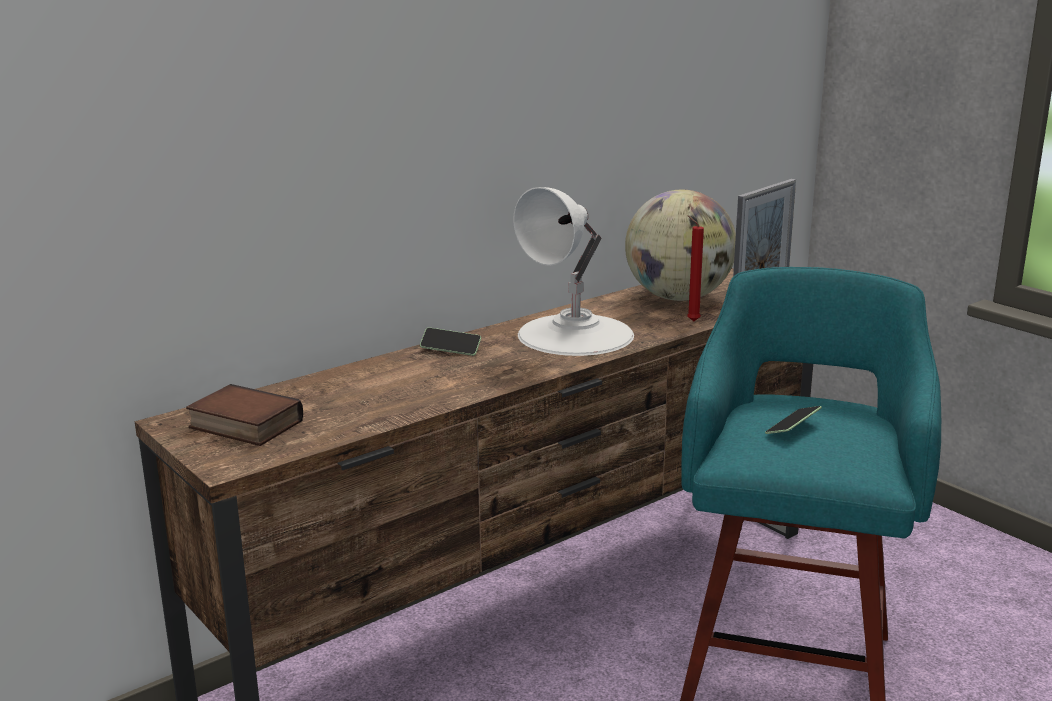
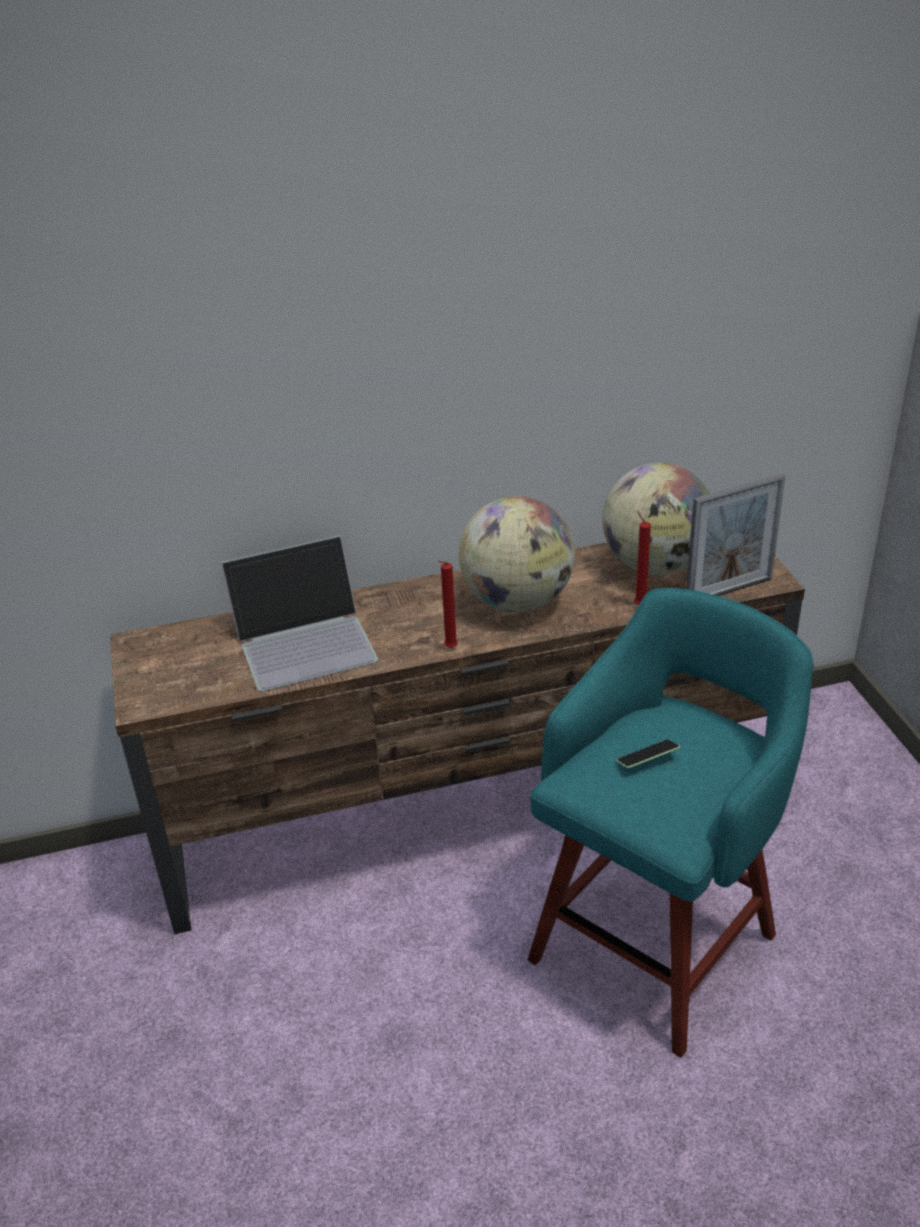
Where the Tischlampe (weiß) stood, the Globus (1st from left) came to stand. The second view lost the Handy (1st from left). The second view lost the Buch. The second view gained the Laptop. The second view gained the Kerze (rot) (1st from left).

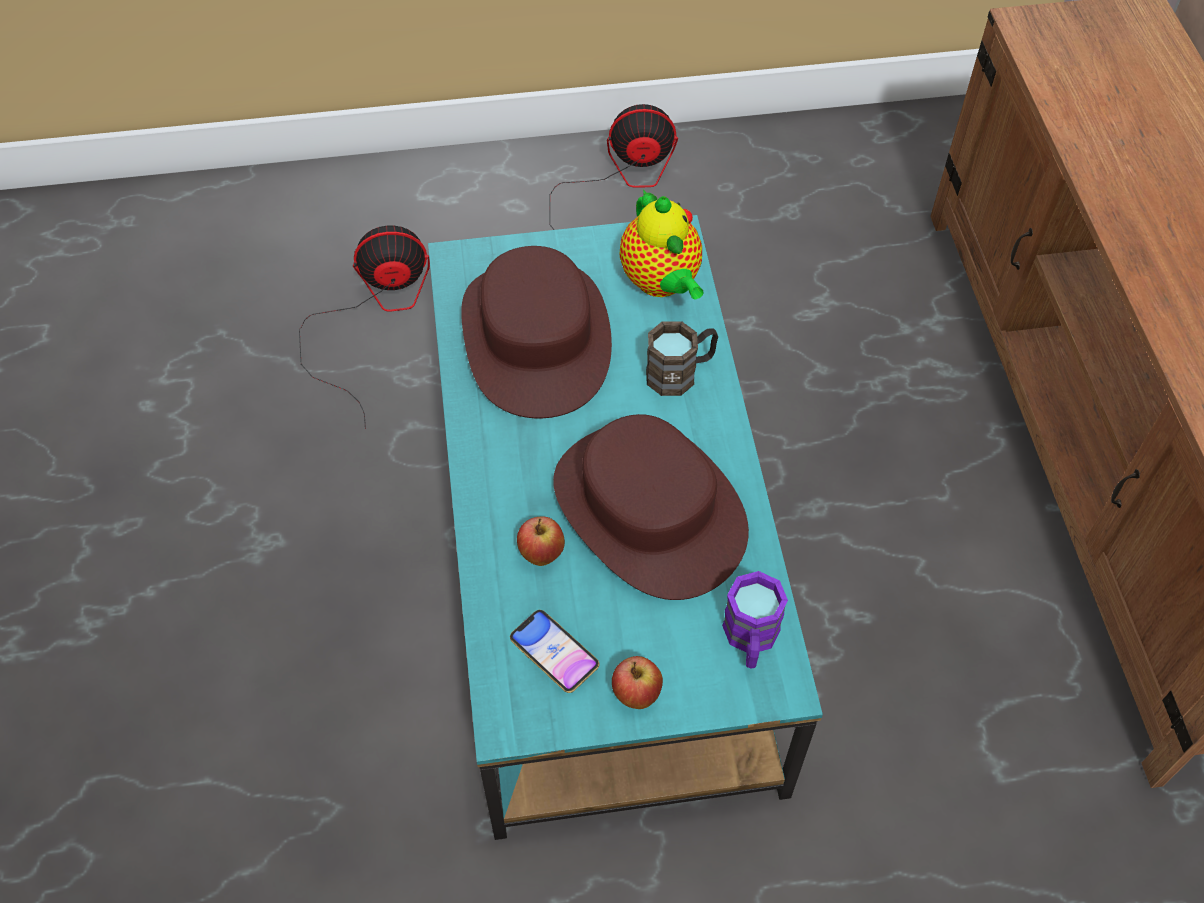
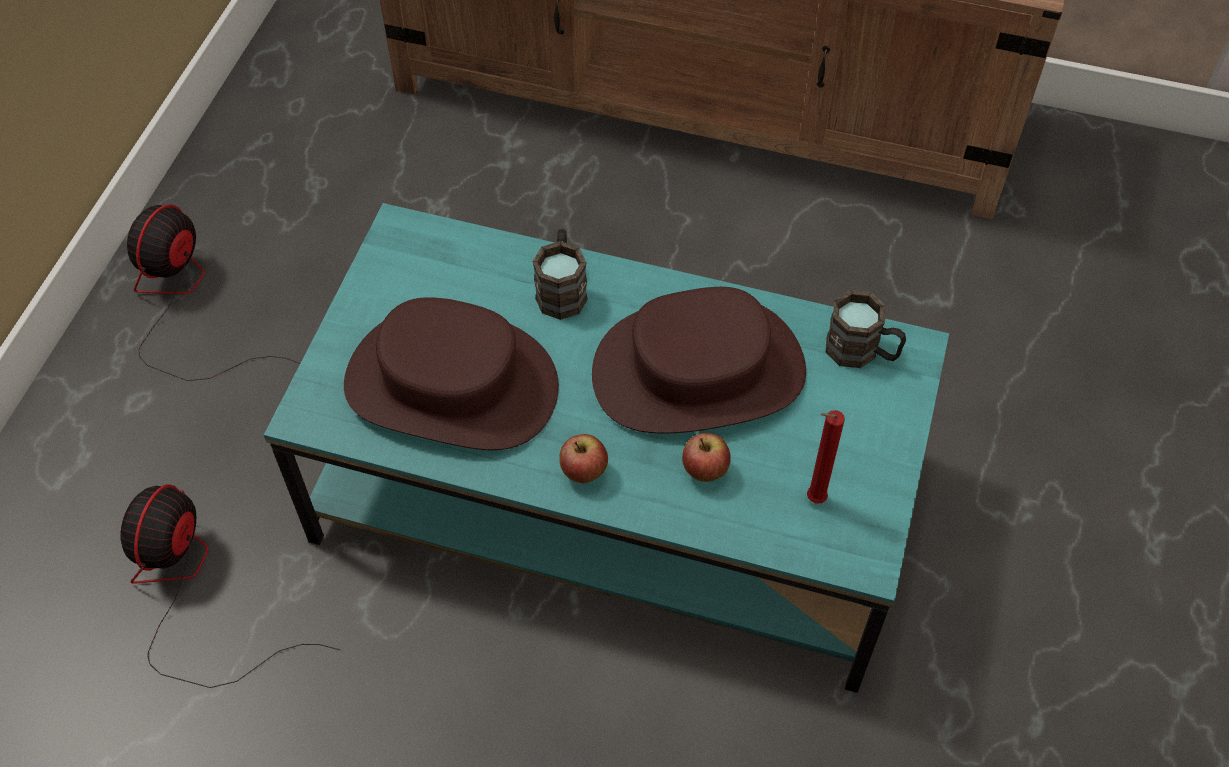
The second view lost the Teekanne. What was the Henkelbecher (lila) turned into the Henkelbecher (braun) (2nd from left). Where the Handy stood, the Kerze (rot) came to stand. The Apfel (2nd from left in the first image) ended up elsewhere.

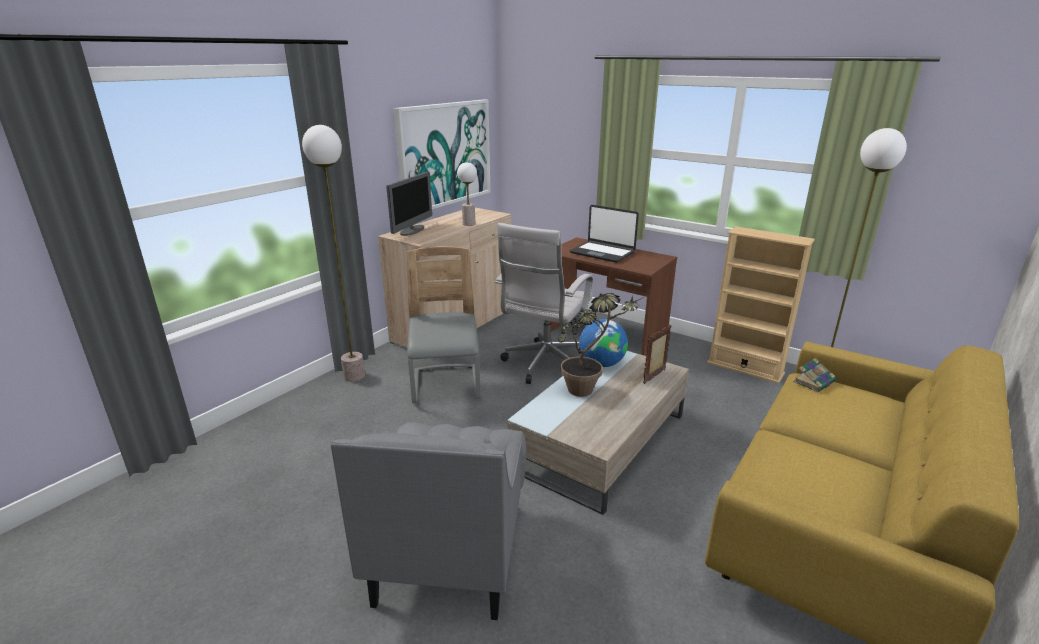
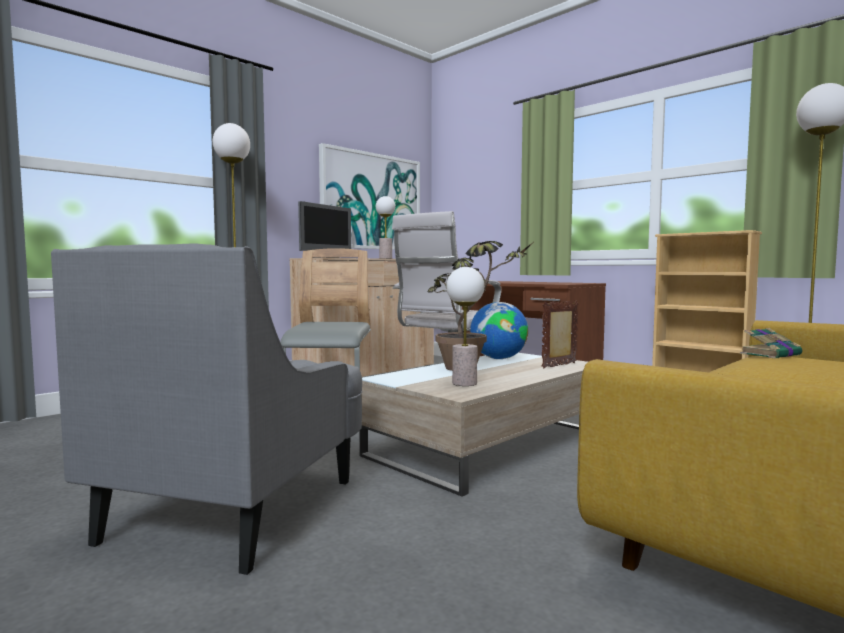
The second view lost the Laptop. The second view gained the Tischlampe (2nd from left).

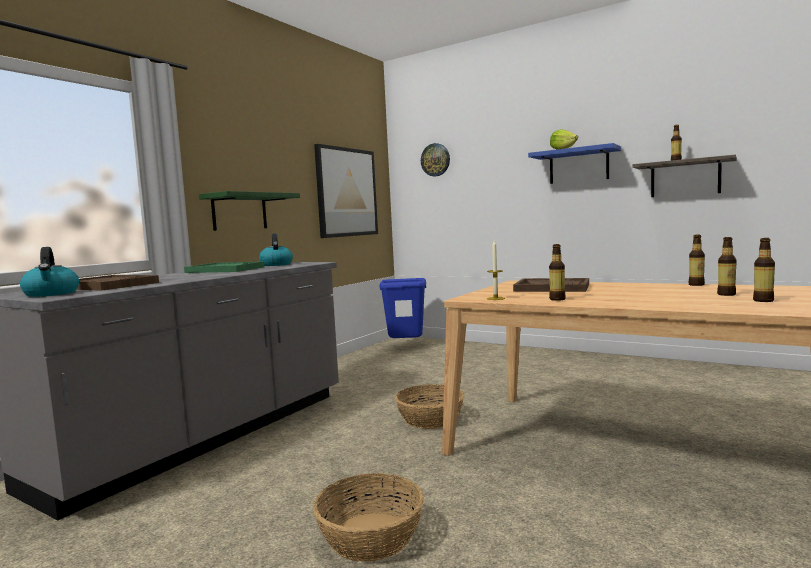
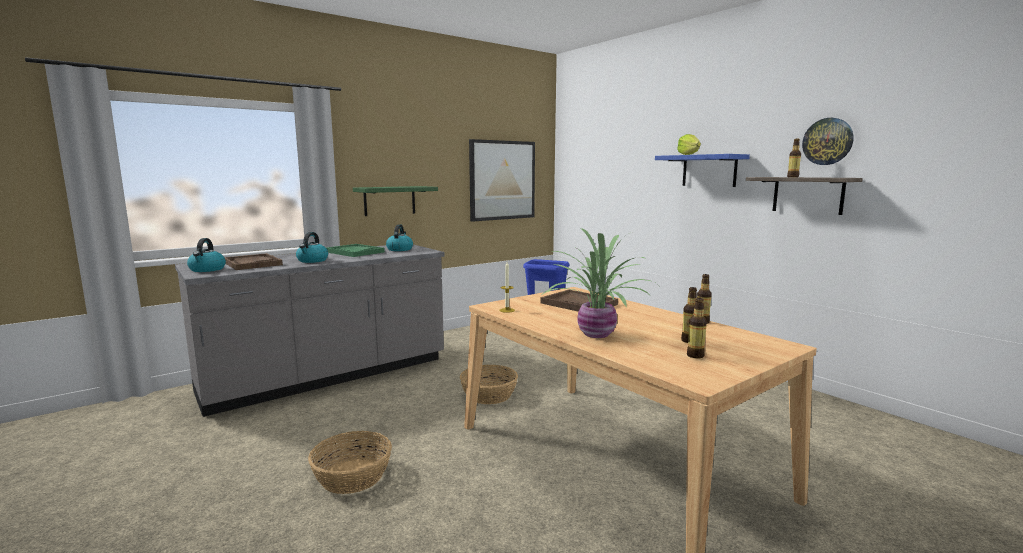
The Wanduhr ended up elsewhere. The second view lost the Flasche (1st from left). The second view gained the Topfpflanze. The second view gained the Wasserkessel (2nd from left).

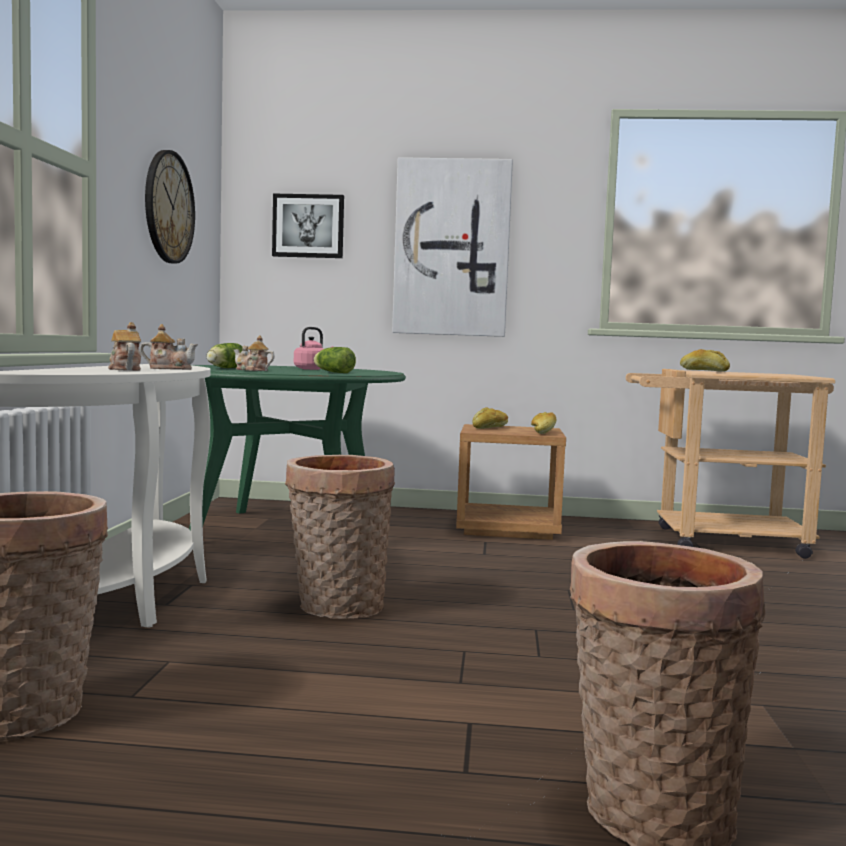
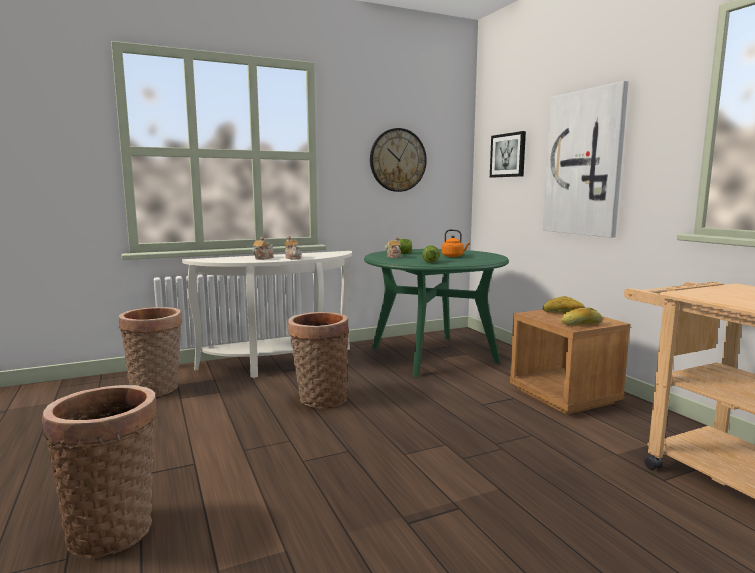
What was the Wasserkessel (rosa) turned into the Wasserkessel (orange). The second view lost the Brot (3rd from left).

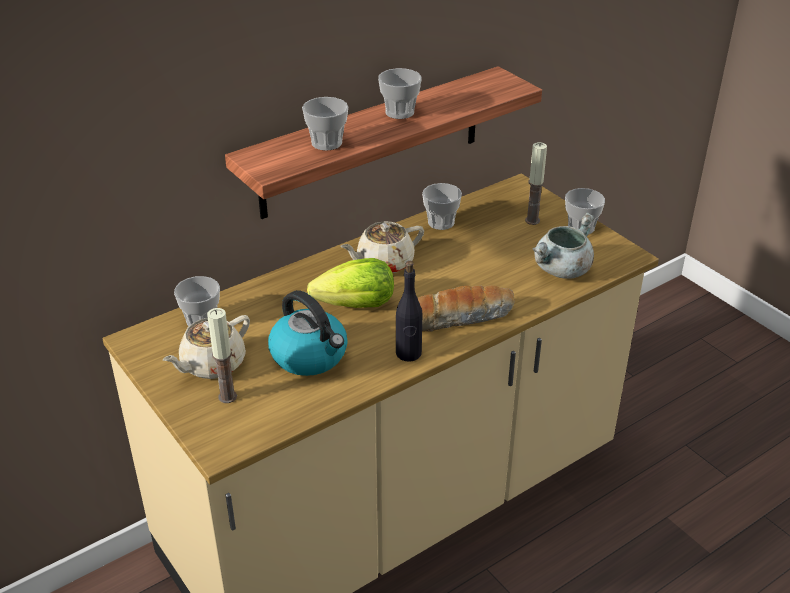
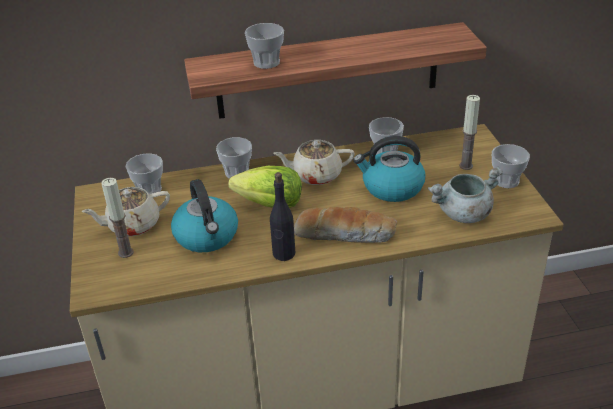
The Tasse (3rd from left in the first image) ended up elsewhere. The second view gained the Wasserkessel (2nd from left).

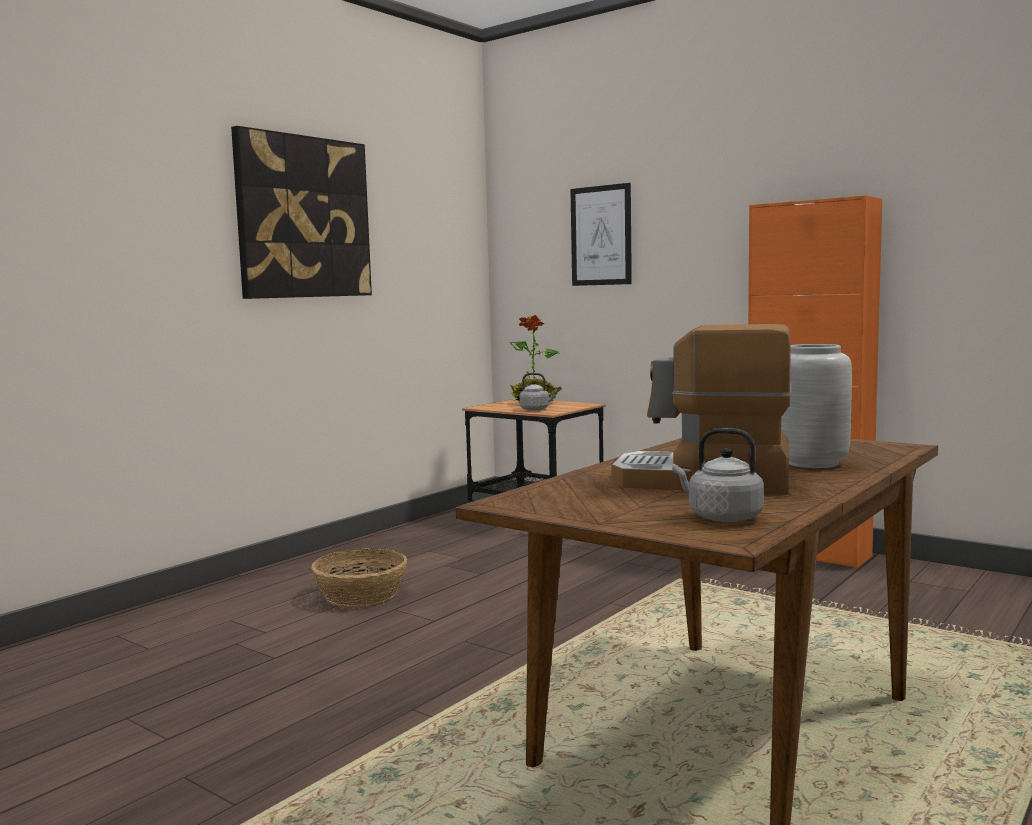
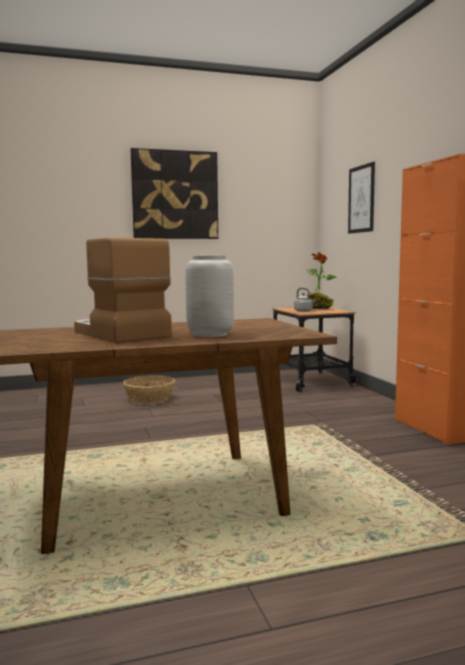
The second view lost the Wasserkessel (grau) (2nd from left).

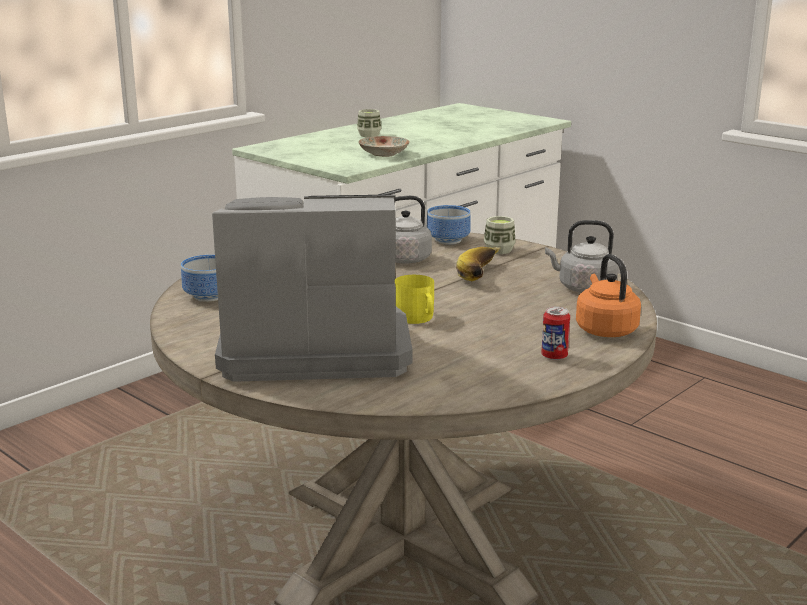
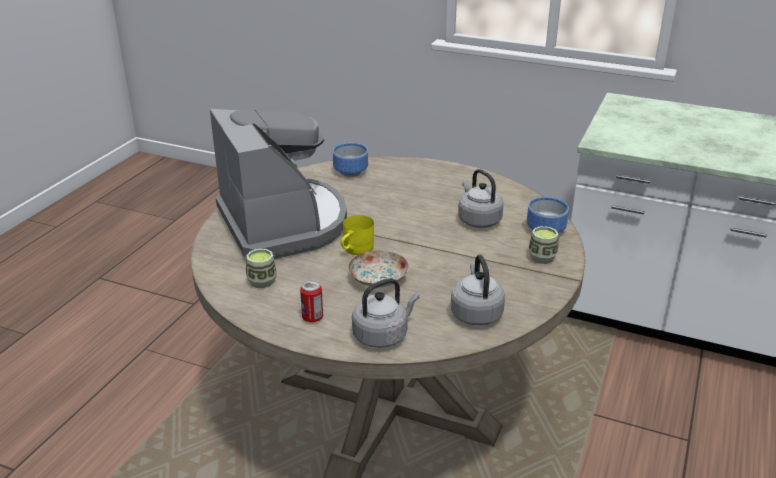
The Tasse (1st from left) ended up elsewhere. The Teller ended up elsewhere. The second view lost the Banane. What was the Wasserkessel (orange) turned into the Wasserkessel (grau) (1st from left).

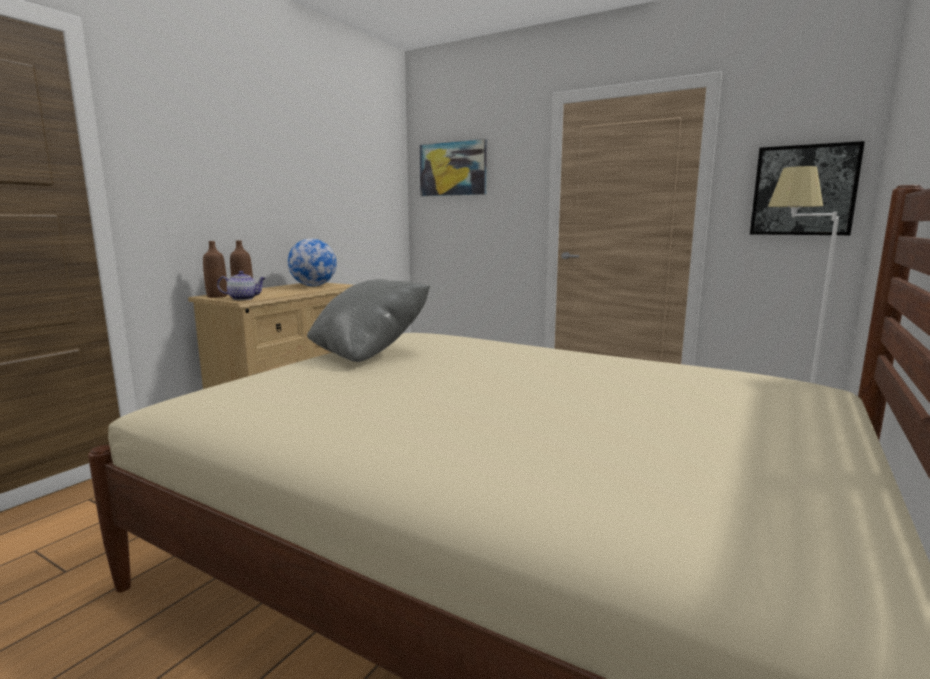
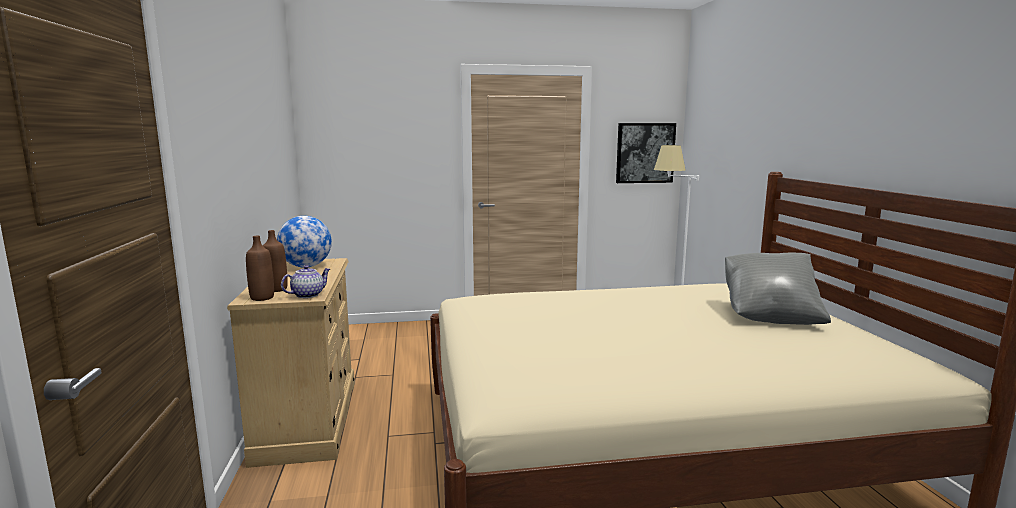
The second view lost the Bild (1st from left). The Kissen (grau) ended up elsewhere.

